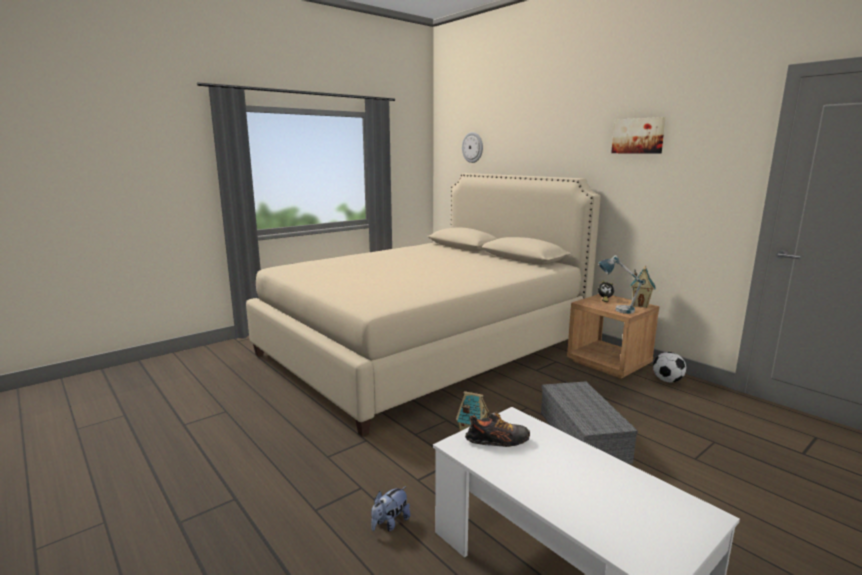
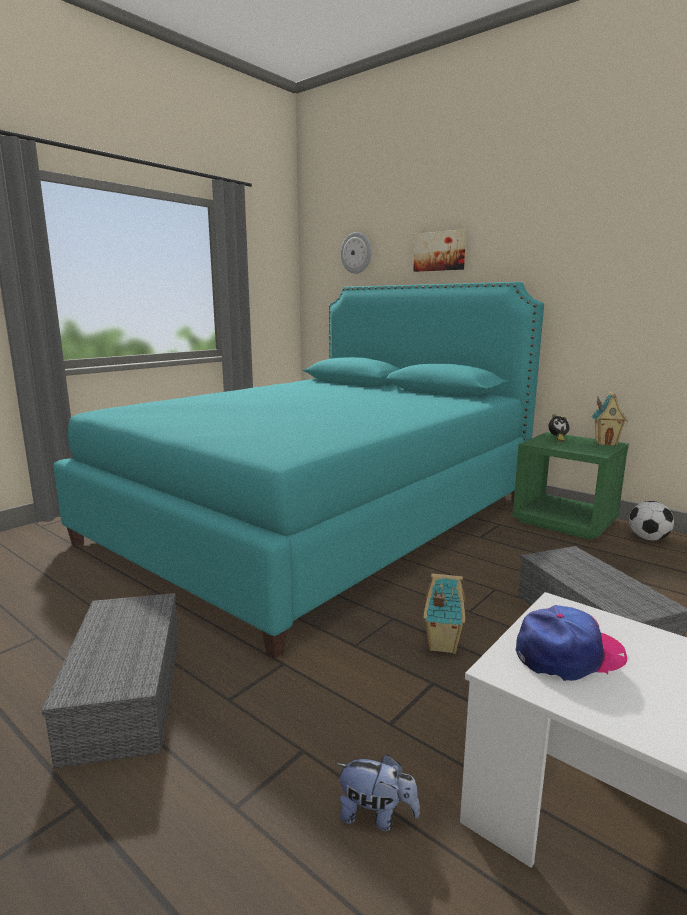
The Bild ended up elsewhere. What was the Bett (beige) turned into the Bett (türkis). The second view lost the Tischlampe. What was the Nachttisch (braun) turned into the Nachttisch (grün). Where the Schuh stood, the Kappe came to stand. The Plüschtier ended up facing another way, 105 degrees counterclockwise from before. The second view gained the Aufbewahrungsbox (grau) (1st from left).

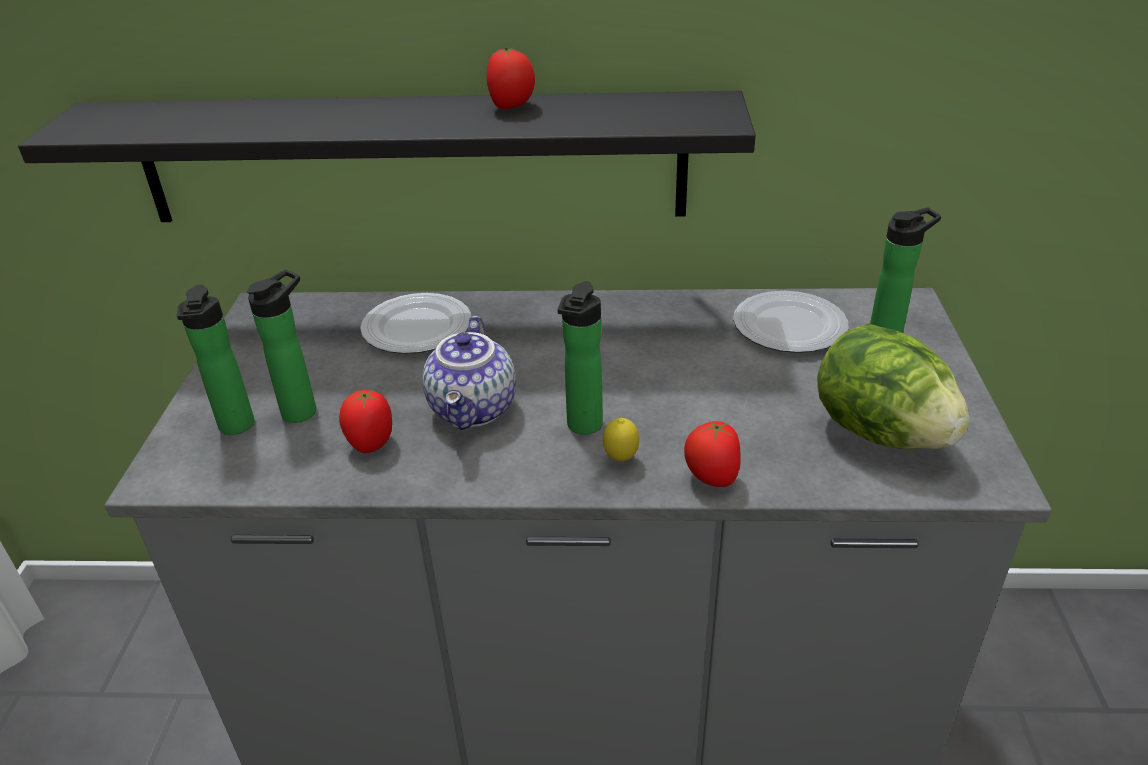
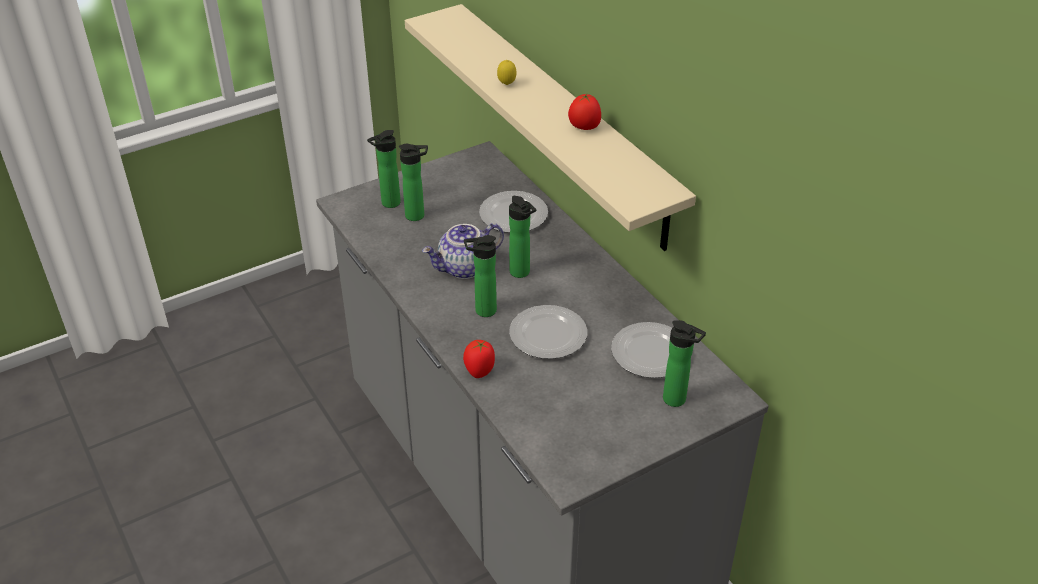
What was the Wandregal (schwarz) turned into the Wandregal (beige). The second view lost the Salatkopf. The second view lost the Tomate (1st from left). The Zitrone ended up elsewhere. The second view gained the Flasche (4th from left). The second view gained the Teller (2nd from left).

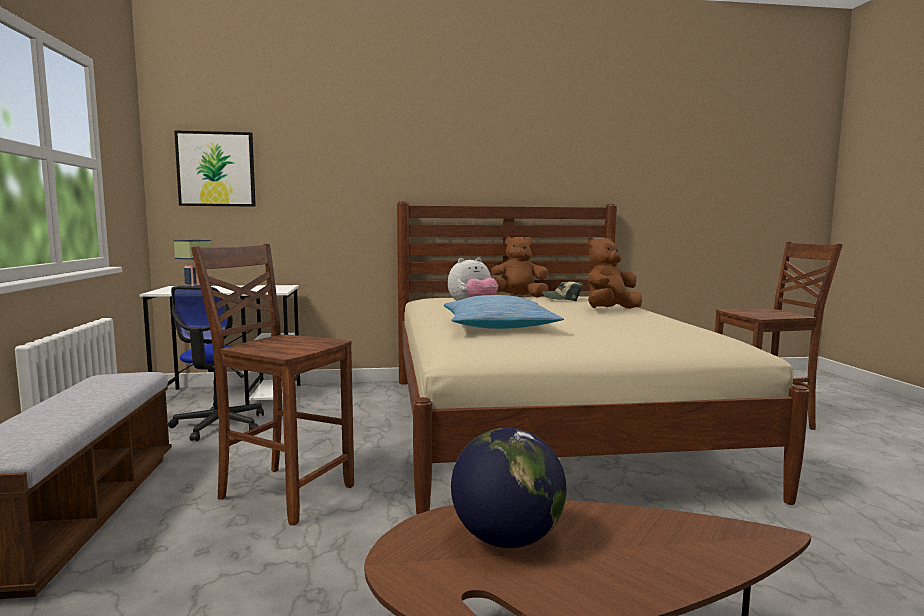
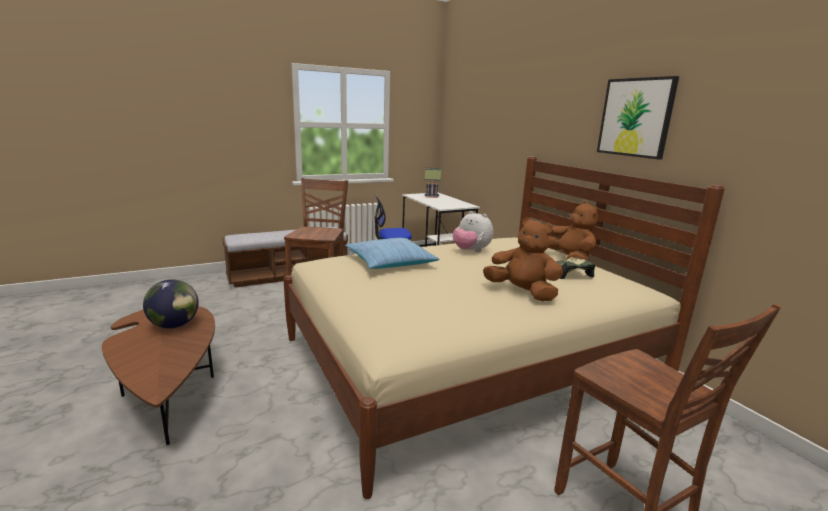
The Bild ended up elsewhere.

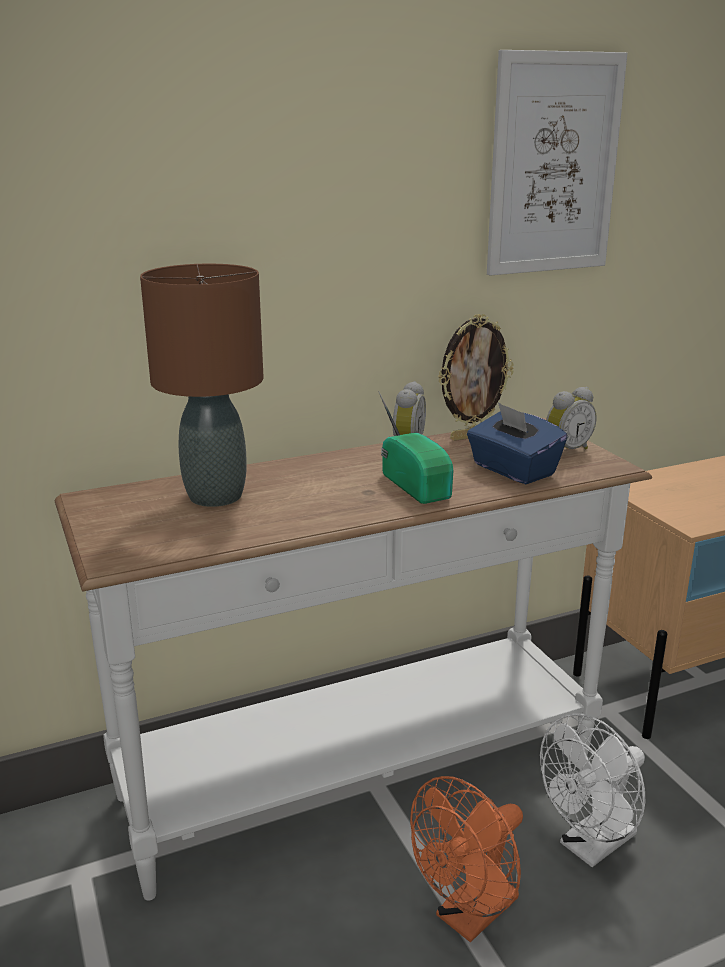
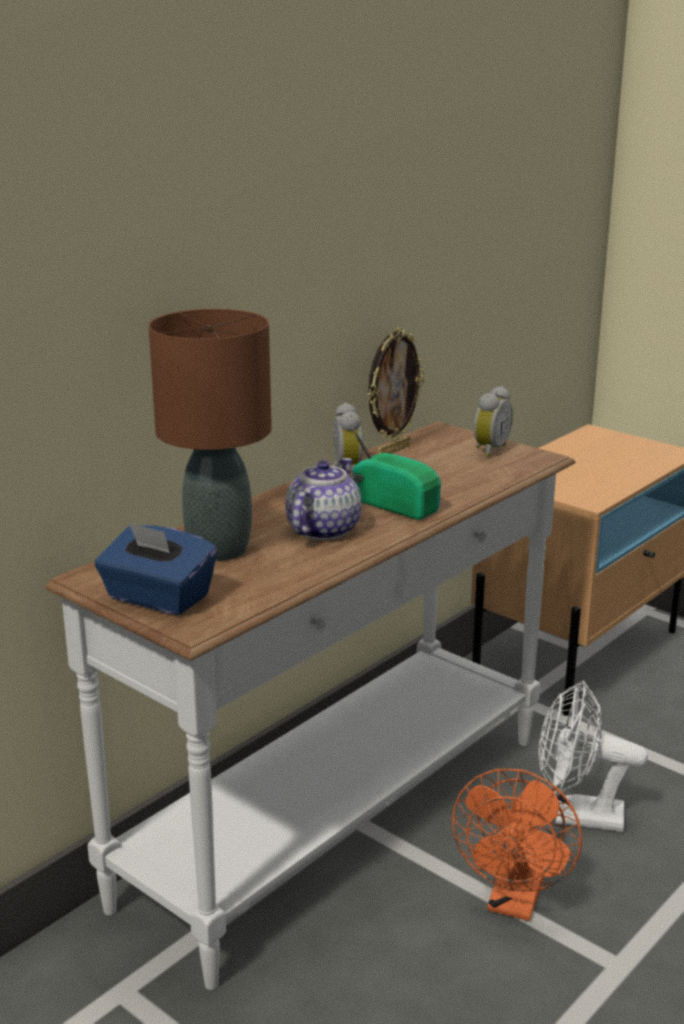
The second view lost the Bild. The Taschentuchbox (blau) ended up elsewhere. The Ventilator (weiß) ended up facing another way, 75 degrees clockwise from before. The second view gained the Teekanne.

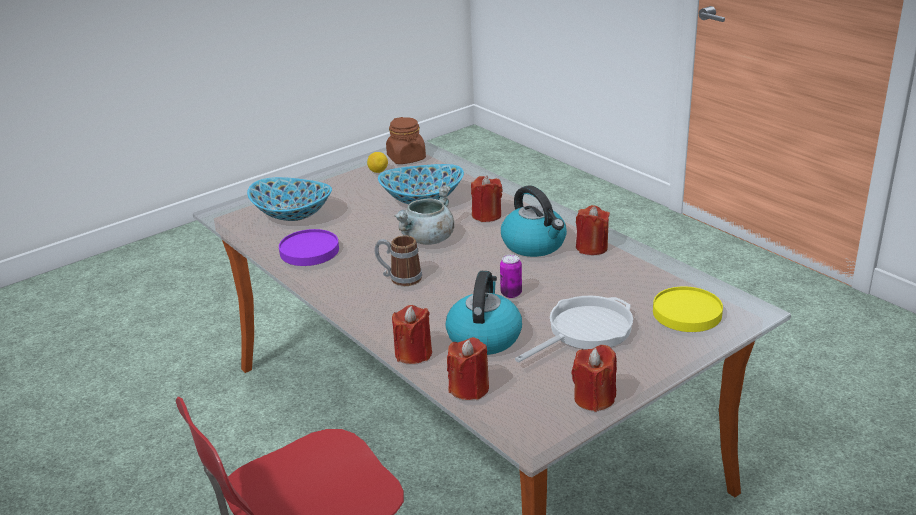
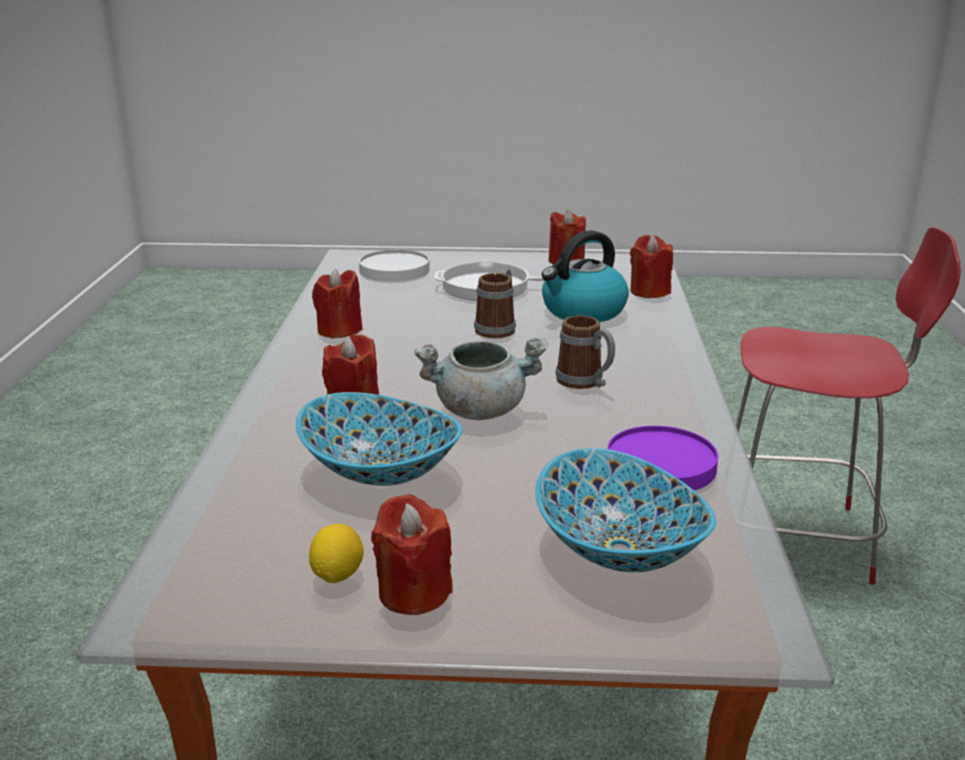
The second view lost the Vorratsglas (braun). The second view lost the Wasserkessel (2nd from left). Where the Dose stood, the Henkelbecher (1st from left) came to stand. What was the Teller (gelb) turned into the Teller (weiß). The Kerze (rot) (1st from left in the first image) ended up elsewhere.

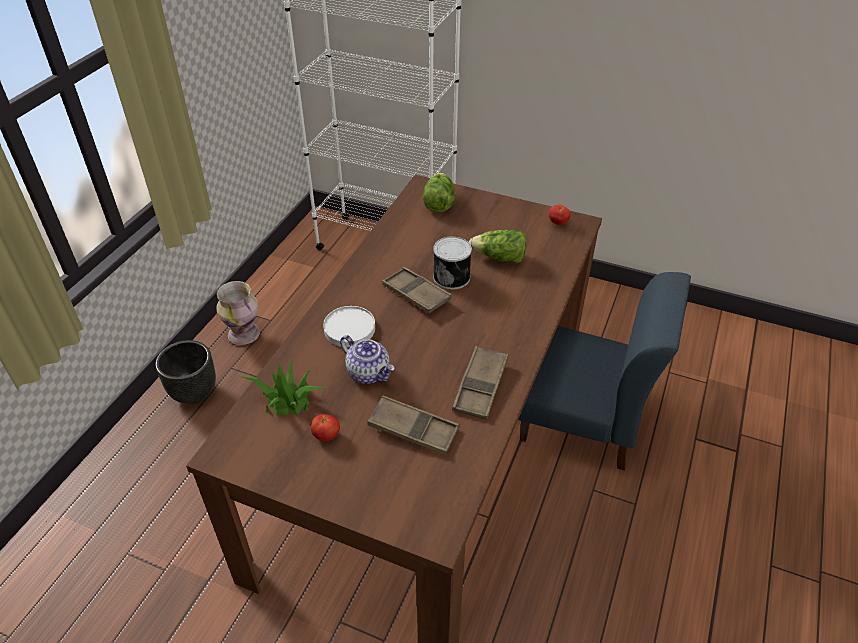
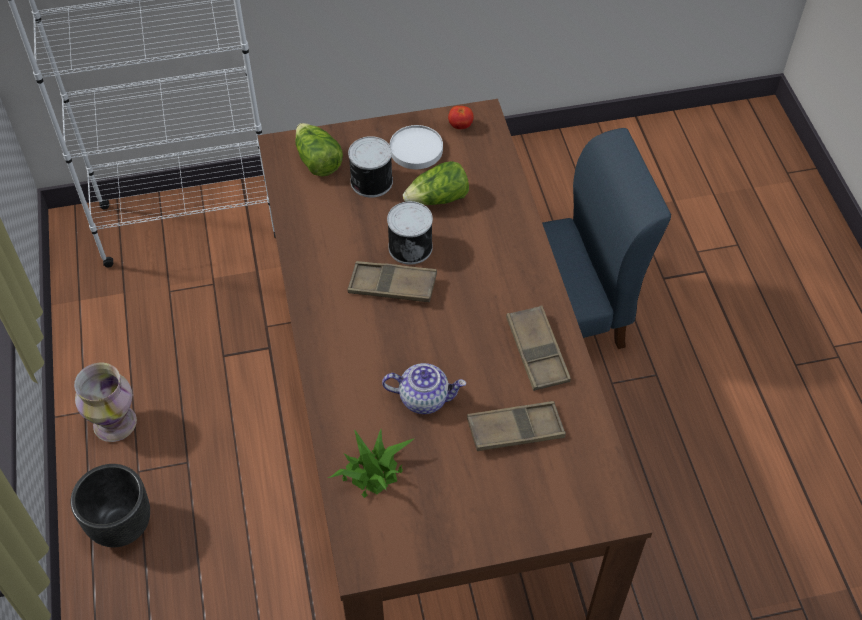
The Teller (weiß) ended up elsewhere. The second view lost the Tomate (1st from left). The second view gained the Dose (1st from left).

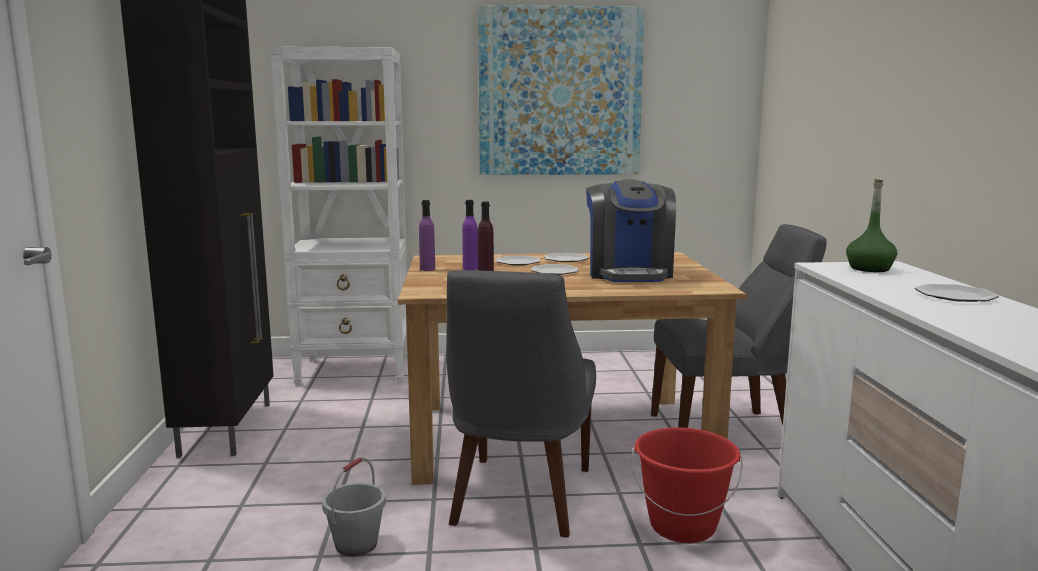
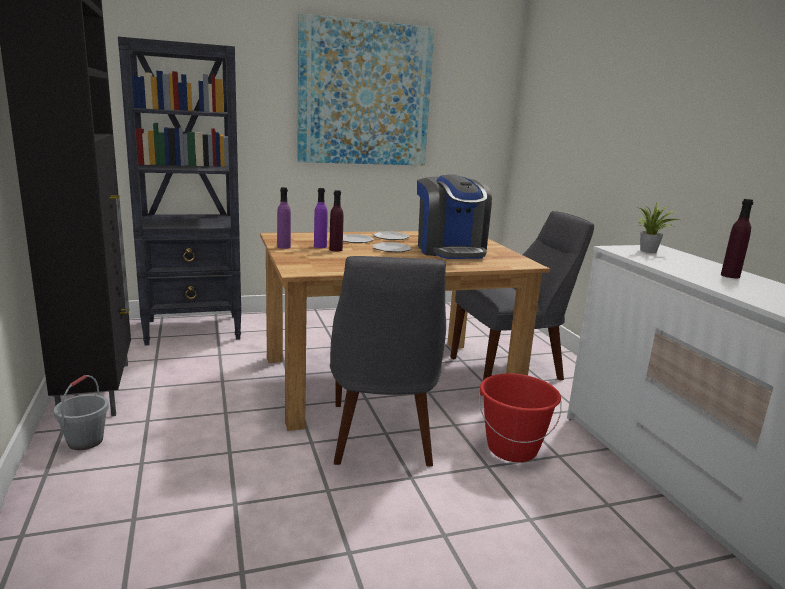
What was the Bücherregal (weiß) turned into the Bücherregal (schwarz). Where the Flasche (grün) stood, the Topfpflanze came to stand. Where the Teller (4th from left) stood, the Flasche (lila) (4th from left) came to stand. The Eimer (grau) ended up elsewhere.

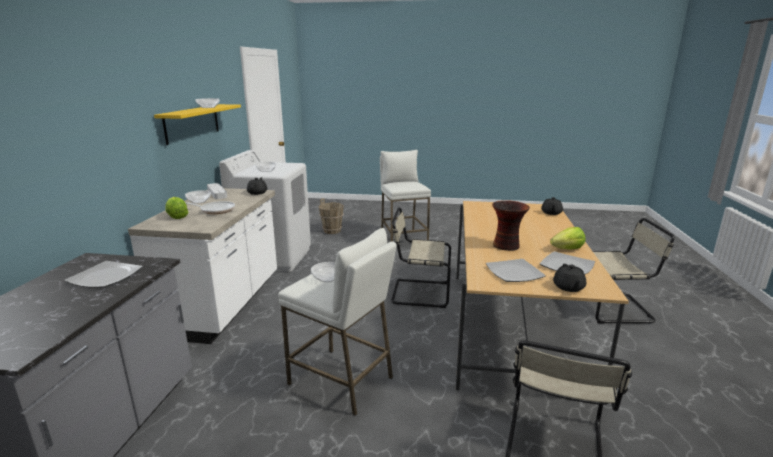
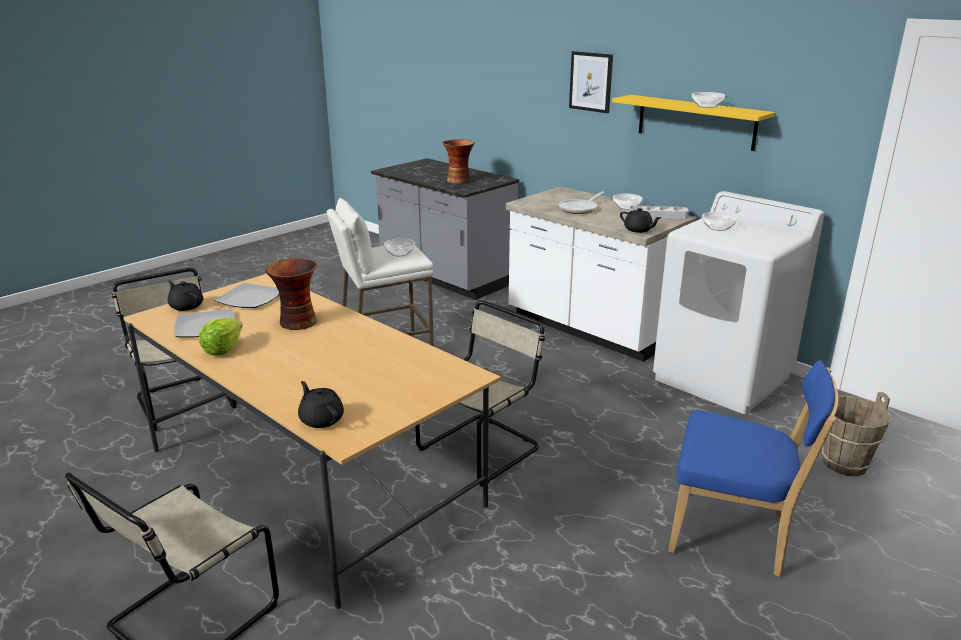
Where the Hocker (weiß) (2nd from left) stood, the Stuhl (blau) came to stand. The second view lost the Salatkopf (1st from left). Where the Teller (1st from left) stood, the Vase (2nd from left) came to stand. The second view gained the Bild.

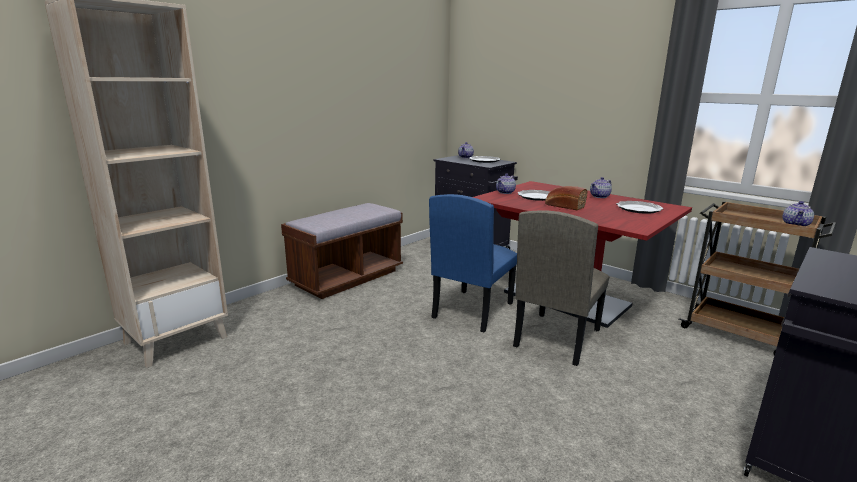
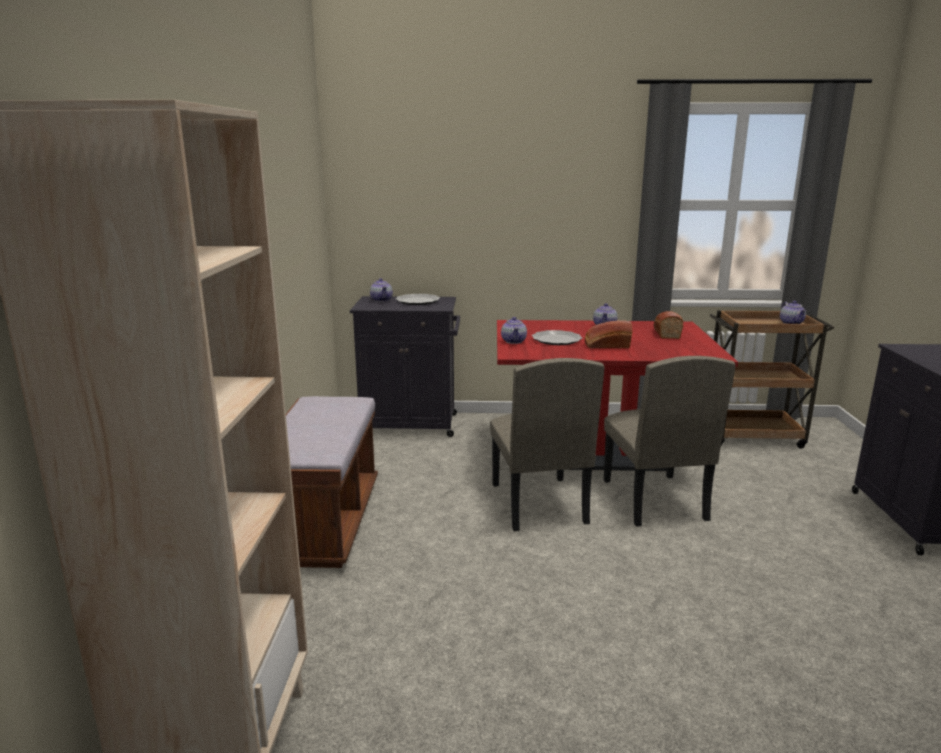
What was the Stuhl (blau) turned into the Stuhl (beige) (1st from left). Where the Teller (3rd from left) stood, the Brot (2nd from left) came to stand.

